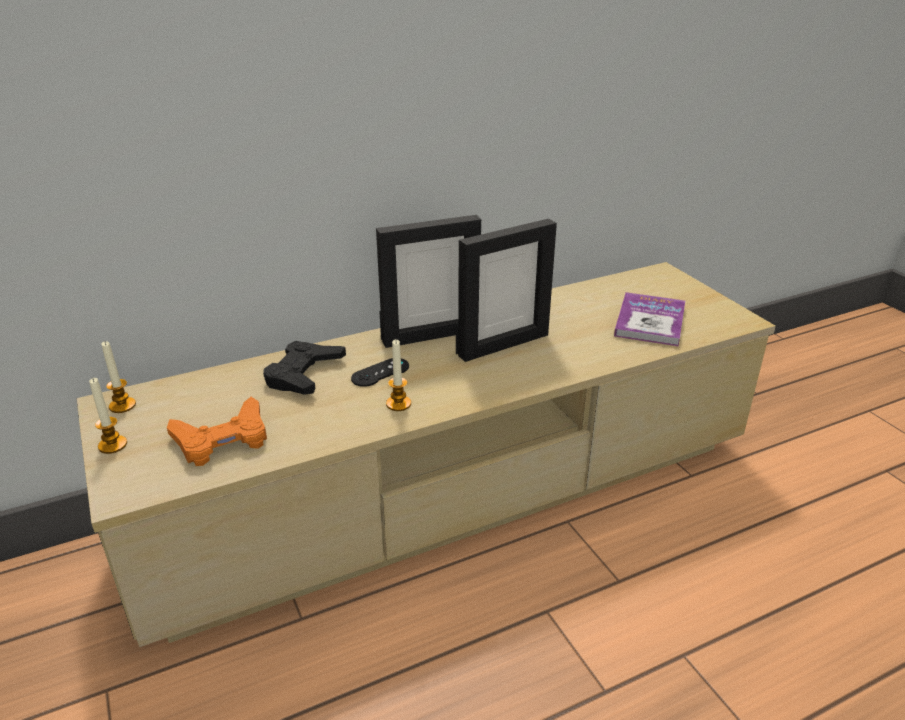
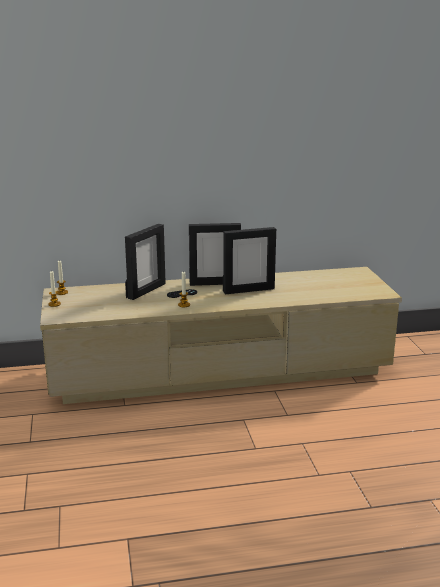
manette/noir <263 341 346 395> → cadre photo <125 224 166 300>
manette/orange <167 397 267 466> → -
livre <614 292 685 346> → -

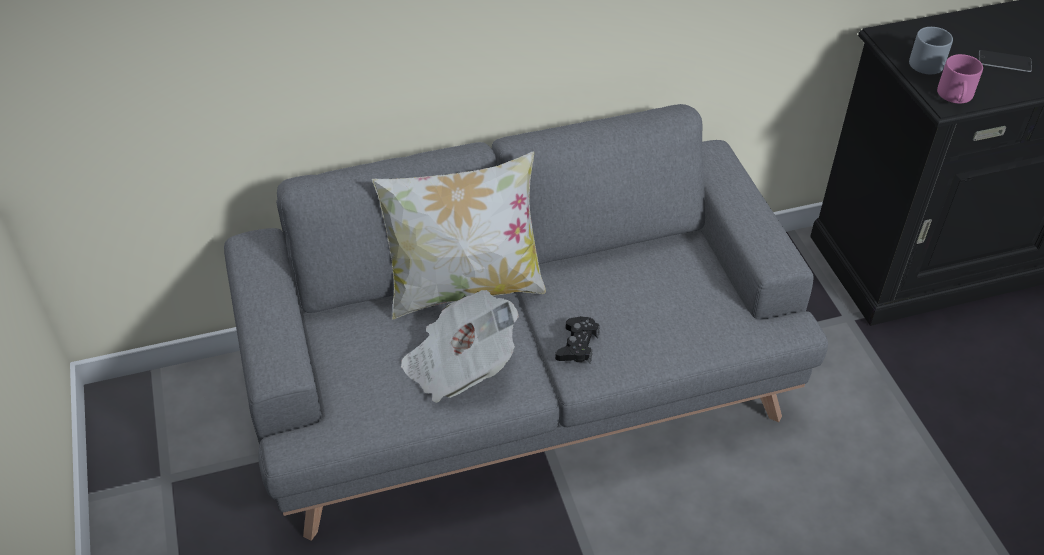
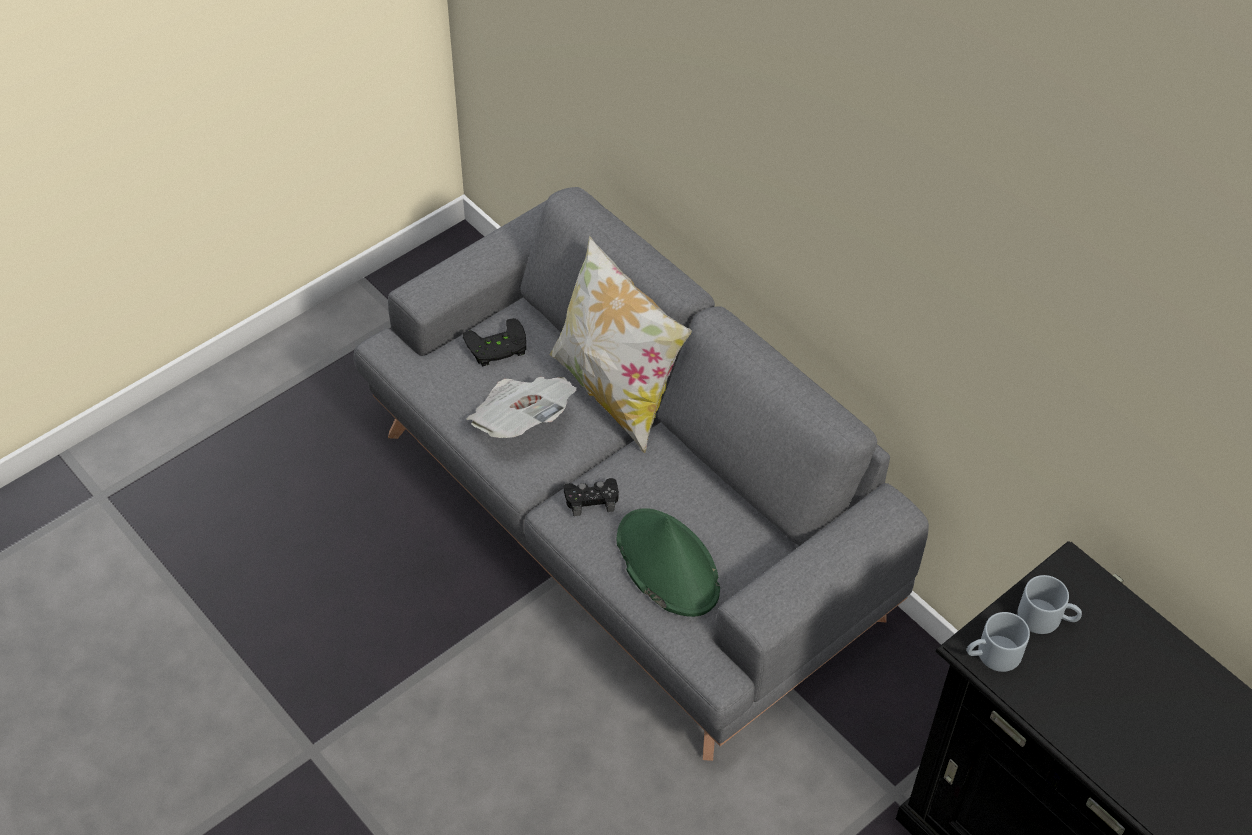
- → manette/noir <463 318 526 367>
- → chapeau/vert <617 508 720 617>
mug/rose <937 54 983 103> → mug/gris <966 612 1030 672>
téléphone <979 50 1032 72> → -

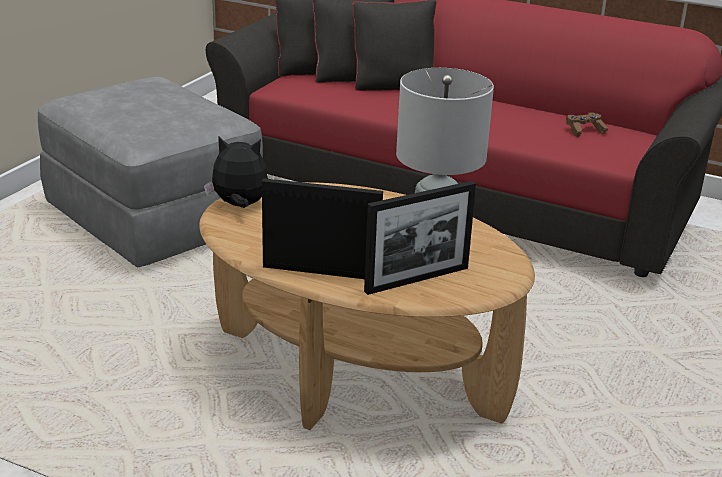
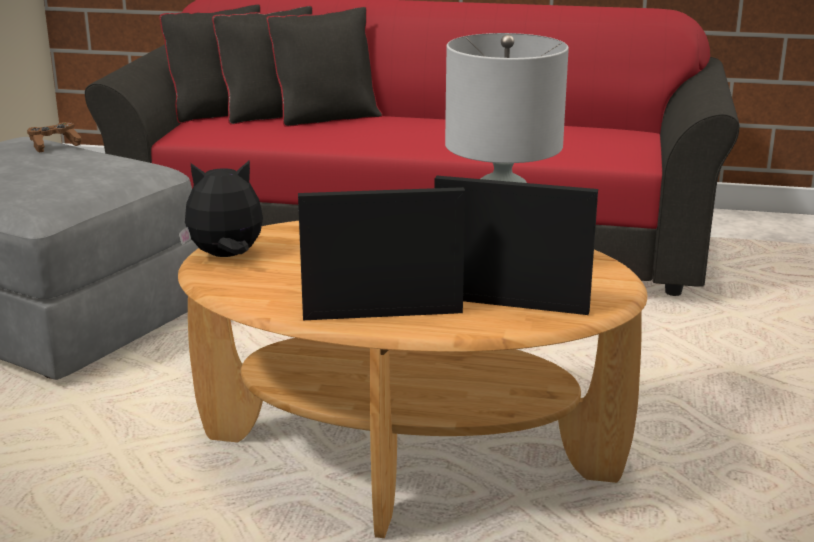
manette/marron <566 112 608 137> → manette/marron <27 122 83 152>, relocated
cadre photo <364 181 476 295> → cadre photo <434 176 598 315>, 120 degrees counterclockwise

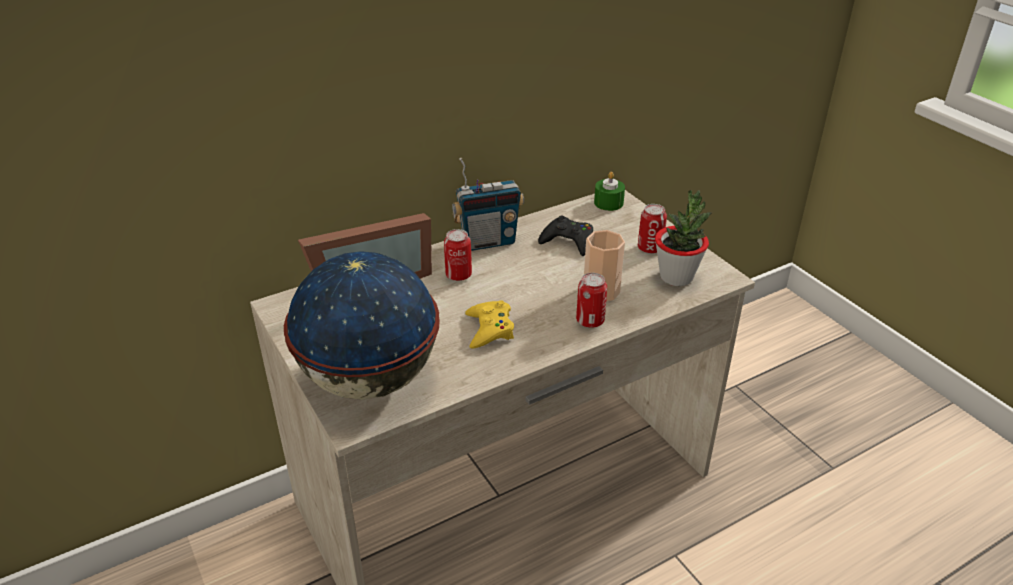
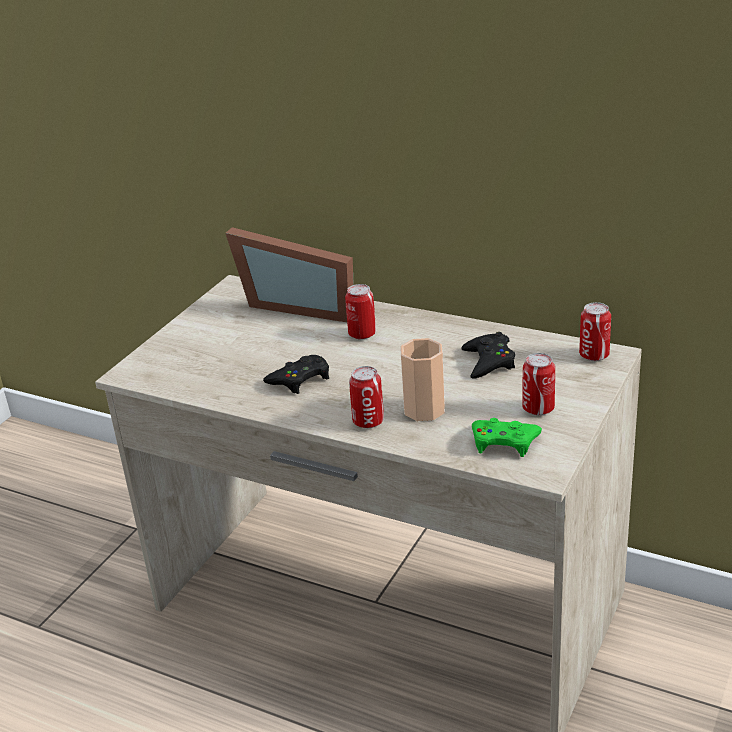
manette/jaune <465 300 514 348> → manette/noir <263 355 329 394>
plante en pot <655 190 711 286> → manette/vert <472 418 542 457>
bougie/vert <594 172 625 211> → boîte métallique <579 302 611 361>
globe <284 251 440 400> → -
radio <452 158 524 251> → -

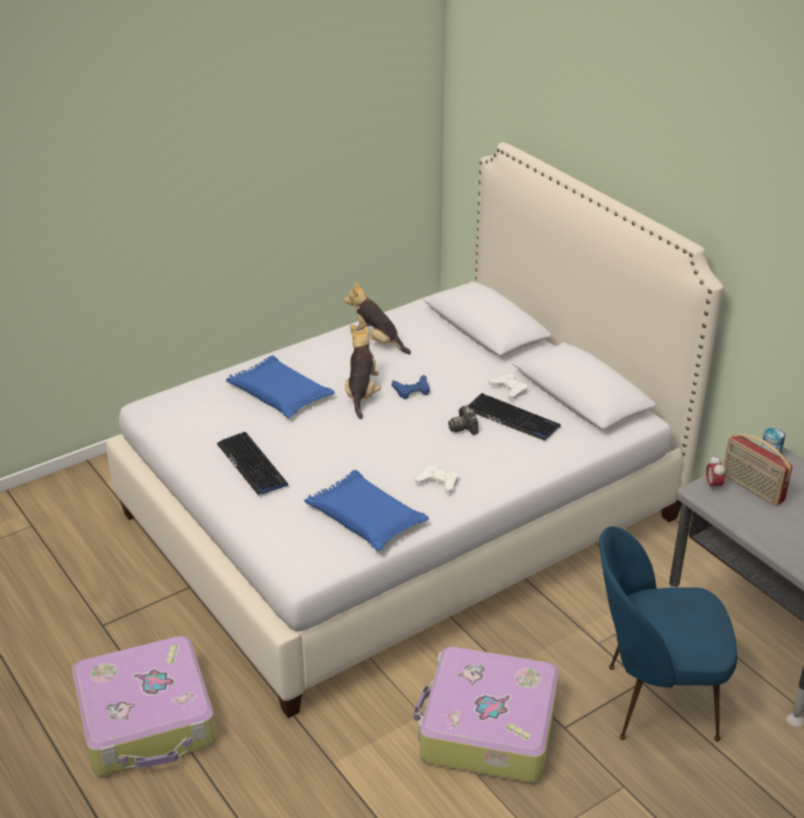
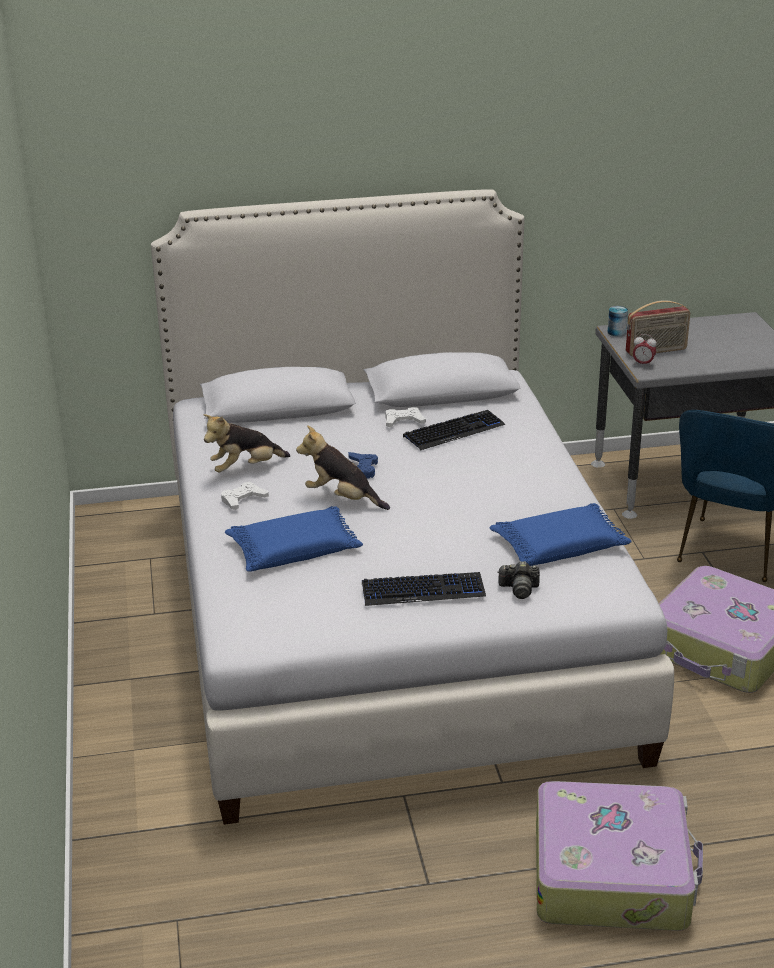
manette/blanc <415 465 458 493> → manette/blanc <221 482 269 510>, relocated
appareil photo <448 405 479 435> → appareil photo <497 561 540 599>, relocated

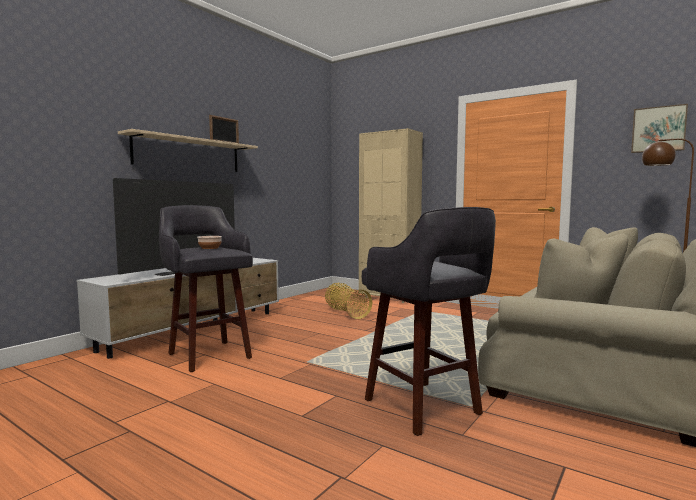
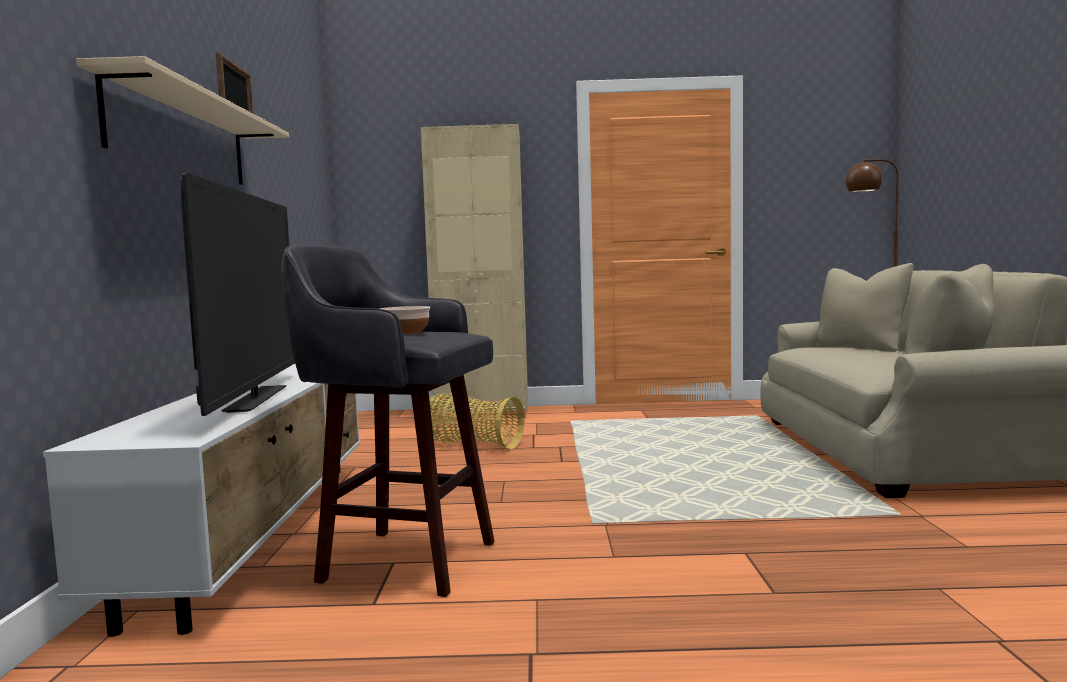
tabouret/gris <362 207 496 436> → -
tableau <631 104 688 153> → -

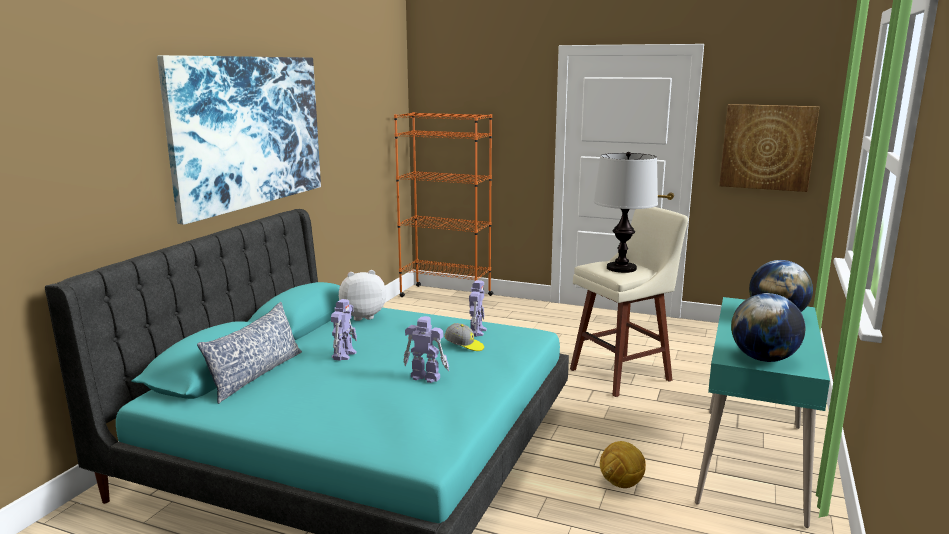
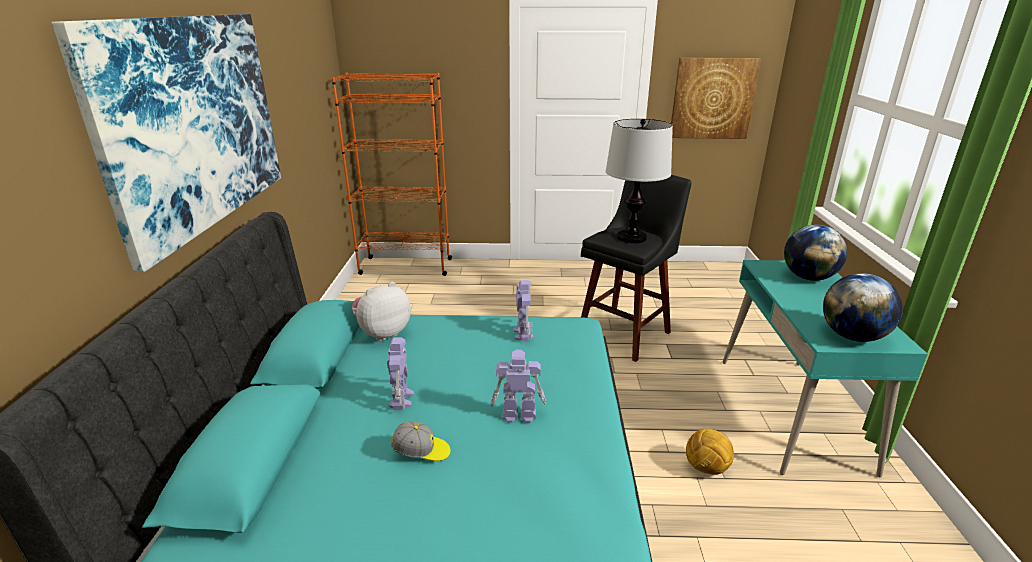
casquette <444 323 484 351> → casquette <391 421 450 461>, relocated
tabouret/beige <570 207 688 397> → tabouret/noir <581 175 691 362>
coussin <197 302 302 404> → -

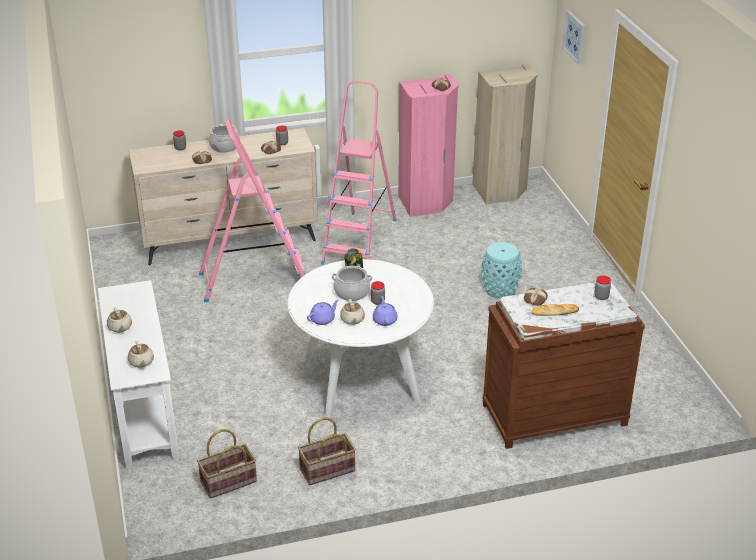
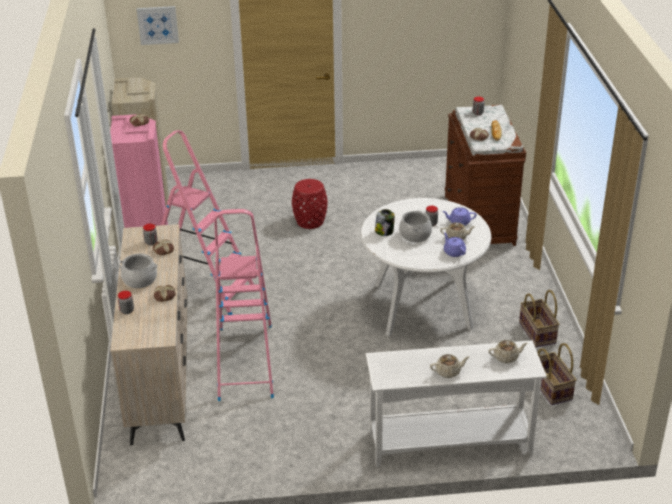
tabouret/turquoise <481 242 522 299> → tabouret/rouge <292 179 327 229>

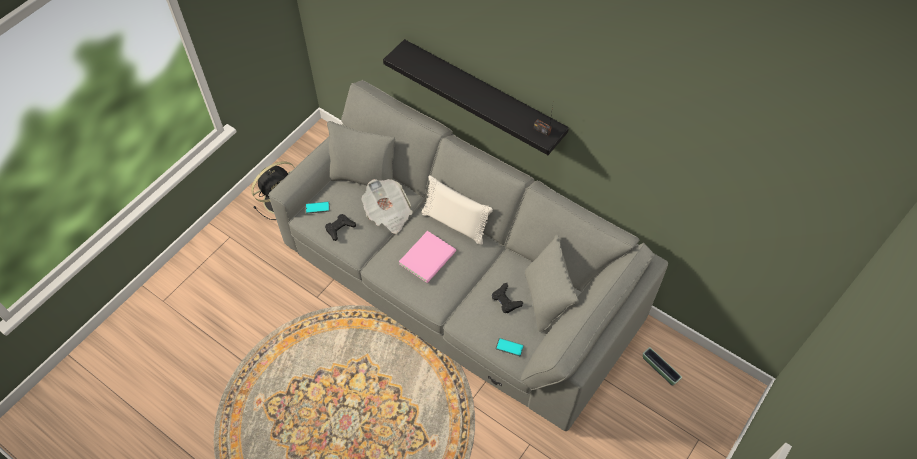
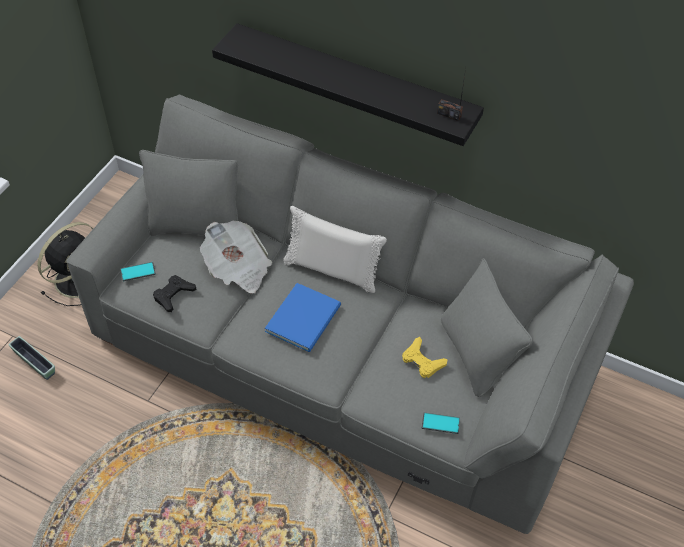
cache-pot <643 347 682 386> → cache-pot <8 336 55 380>, relocated
livre/rose <399 231 456 283> → livre/bleu <265 283 341 352>
manette/noir <492 283 523 313> → manette/jaune <402 337 448 378>

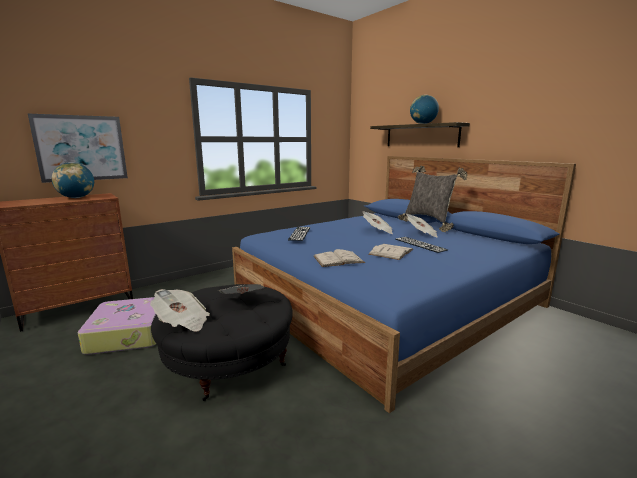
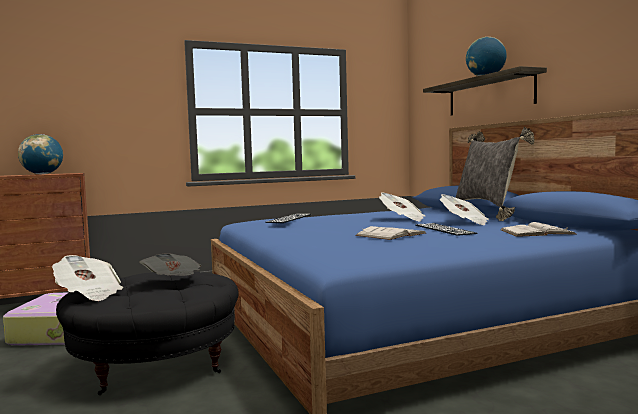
livre/blanc <314 249 365 267> → livre/blanc <501 222 576 237>, relocated
tableau <28 114 128 183> → -

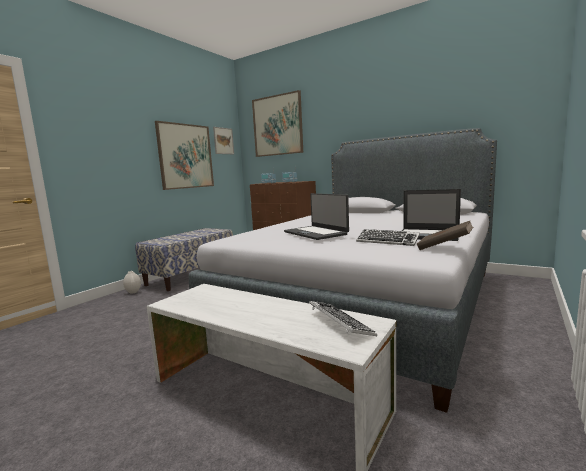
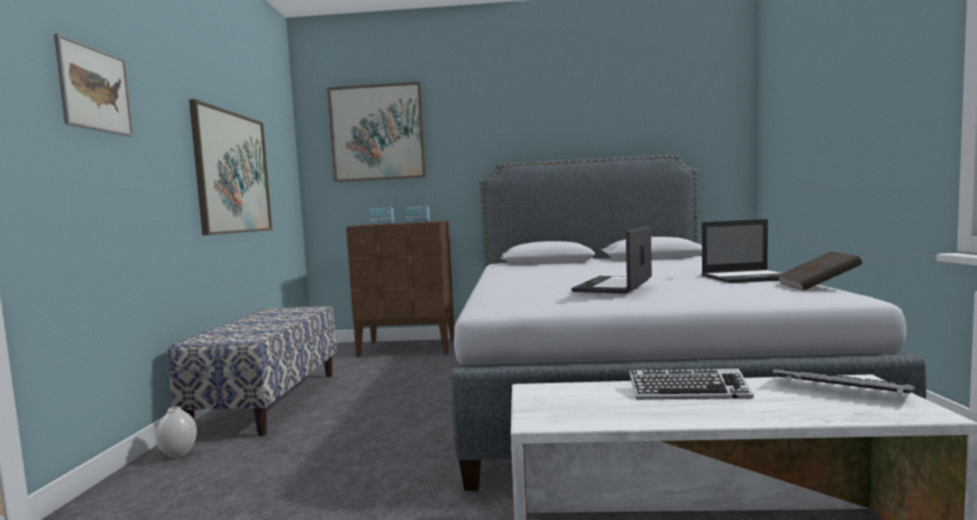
tableau <213 127 234 154> → tableau <54 34 134 137>, relocated
ordinateur portable <284 193 349 240> → ordinateur portable <571 226 652 294>, 90 degrees clockwise
clavier <356 229 420 246> → clavier <629 368 754 400>, relocated

